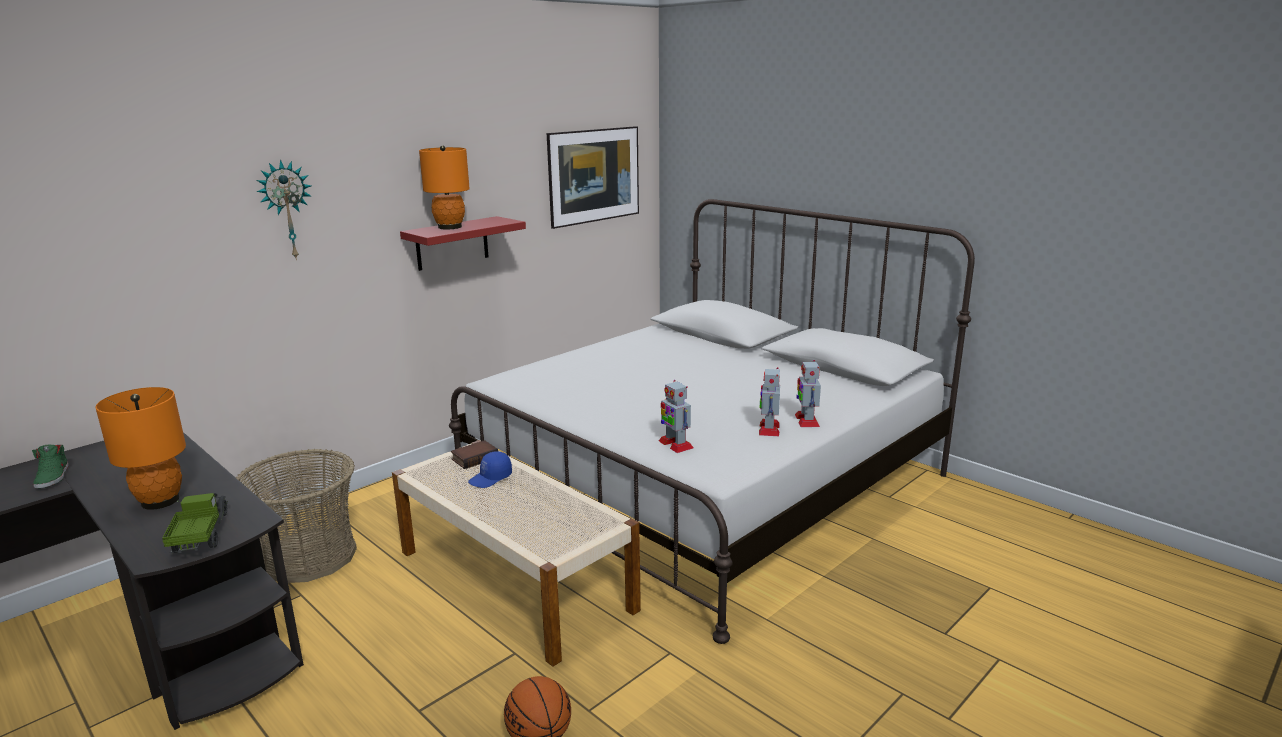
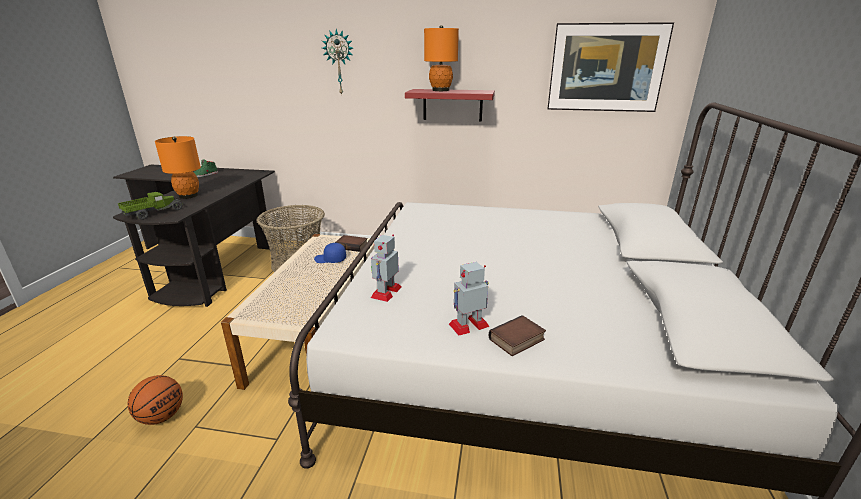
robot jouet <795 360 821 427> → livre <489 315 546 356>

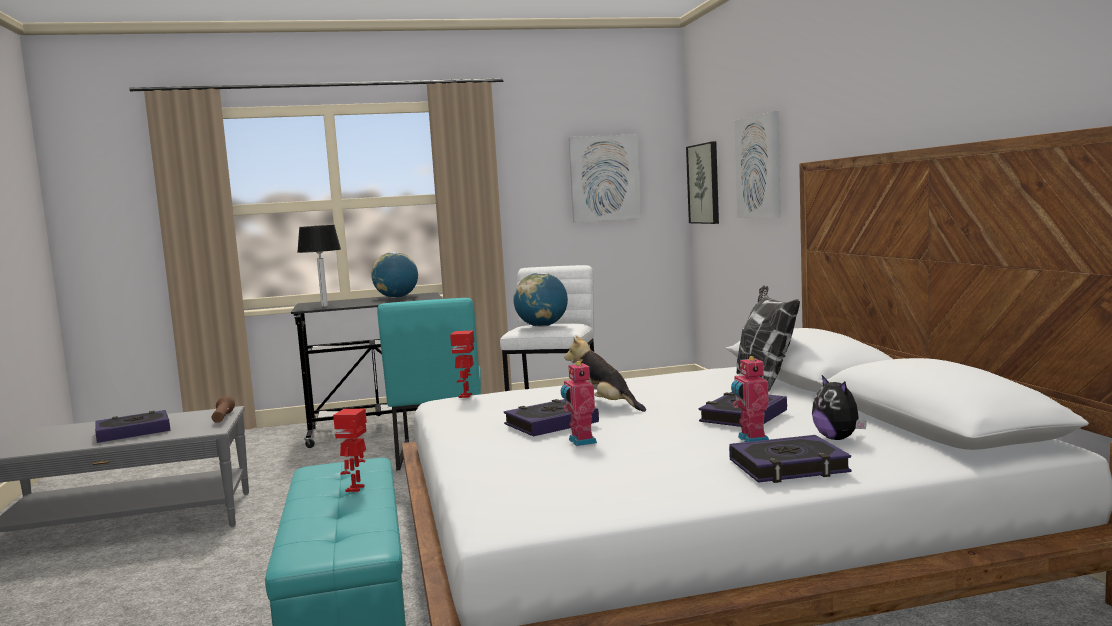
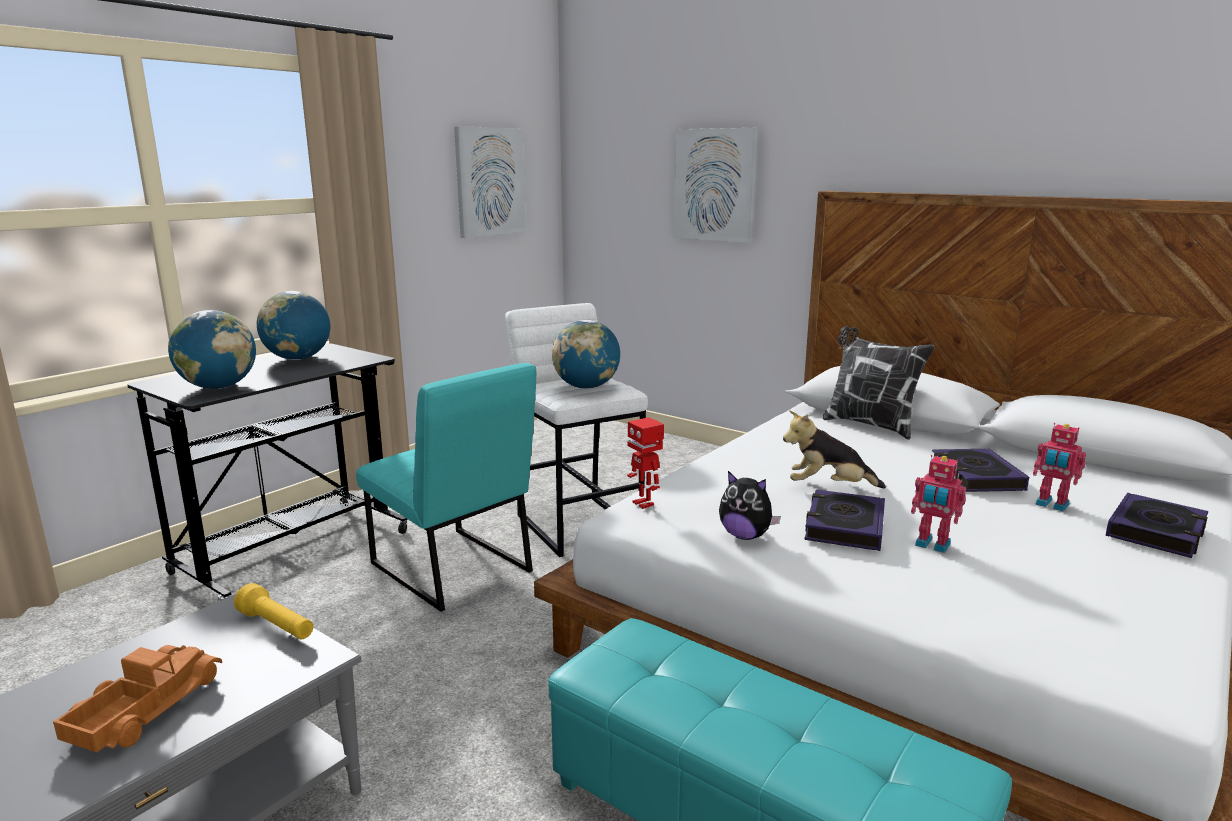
livre <95 410 170 443> → camion jouet <53 645 222 752>
lampe de table <297 225 341 307> → globe <168 310 256 389>
lampe de poche/marron <212 396 235 423> → lampe de poche/jaune <234 583 313 639>
peluche <812 375 867 440> → peluche <719 471 781 540>, relocated
robot jouet <333 409 367 492> → -
tableau <686 141 719 224> → -

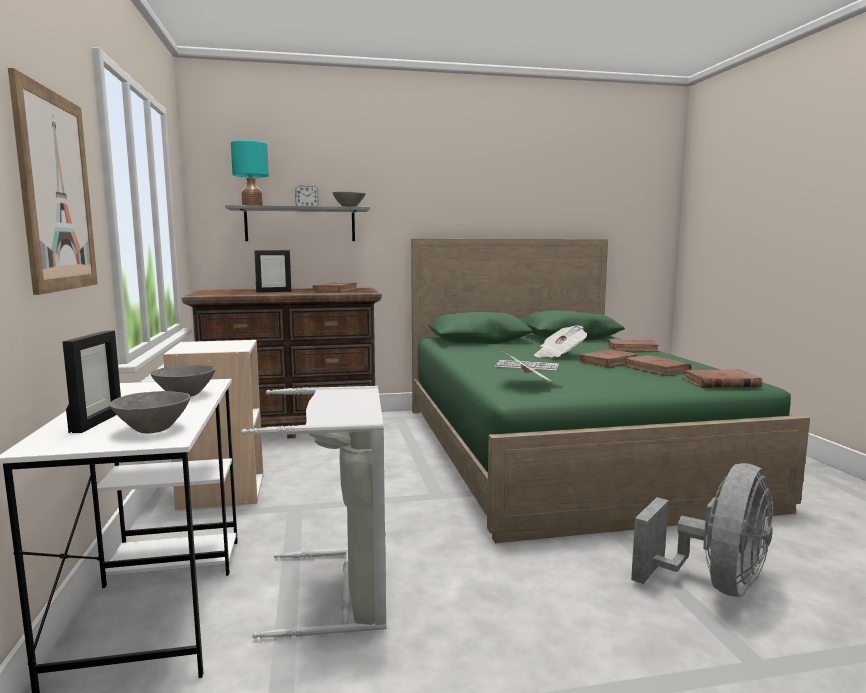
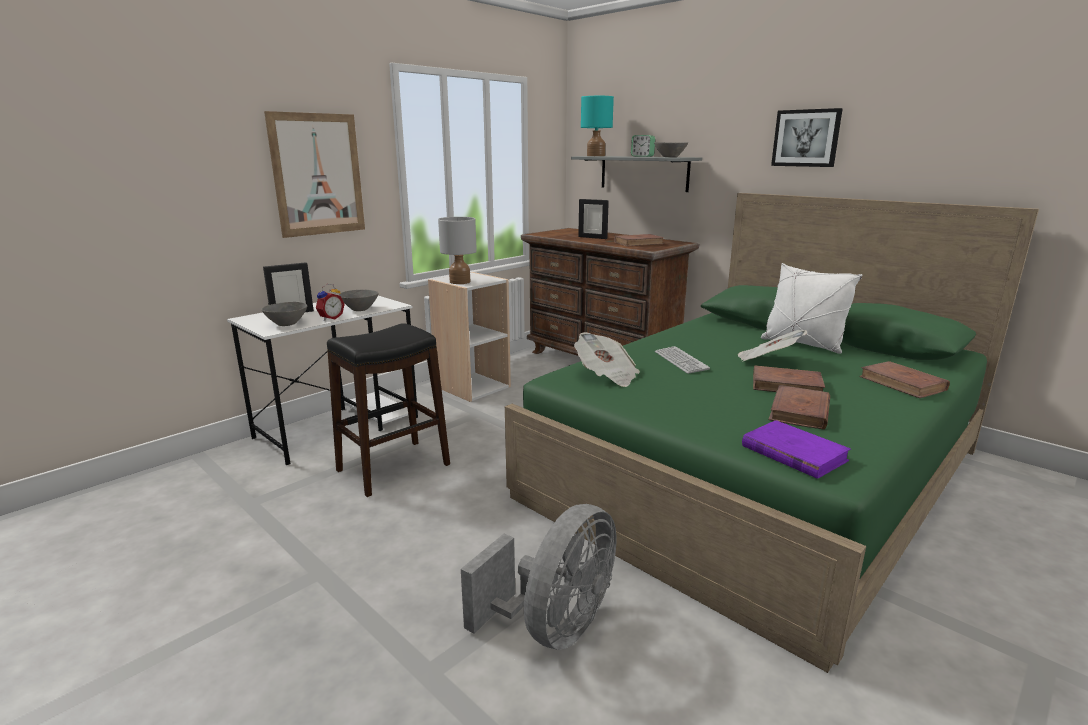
- → réveil <316 284 345 321>
panier à linge/gris <241 386 386 639> → tabouret/noir <327 323 450 497>
- → lampe de table/gris <438 217 477 284>
ventilateur/gris <631 463 773 597> → ventilateur/gris <461 504 616 650>, 60 degrees counterclockwise
livre/marron <683 370 762 388> → livre/violet <742 420 851 479>
- → coussin/blanc <761 263 862 354>
- → tableau <771 108 843 167>

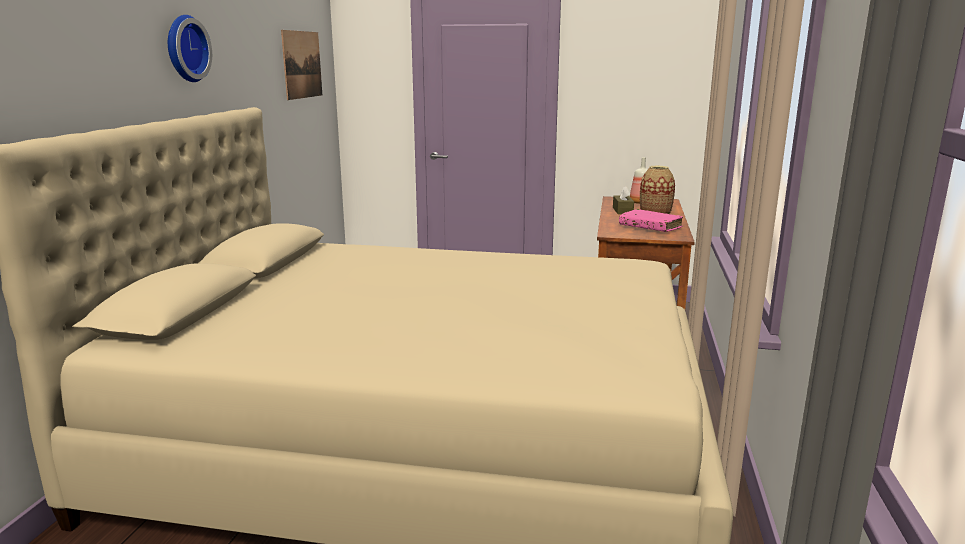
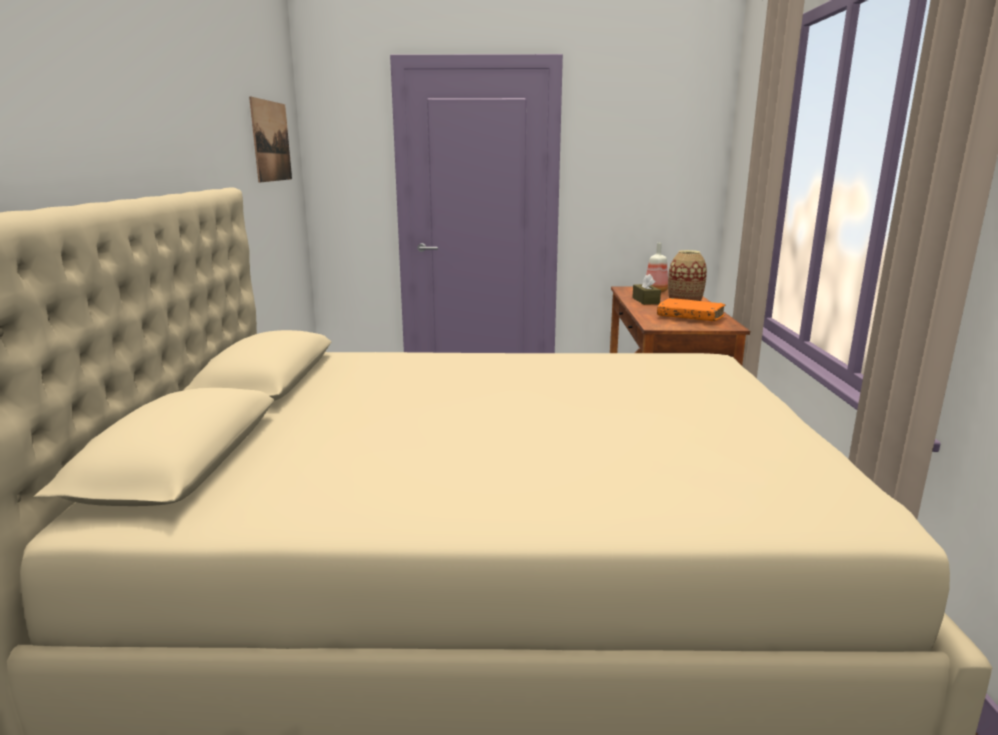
livre/rose <619 209 683 232> → livre/orange <657 298 725 322>
horloge murale <168 15 212 82> → -

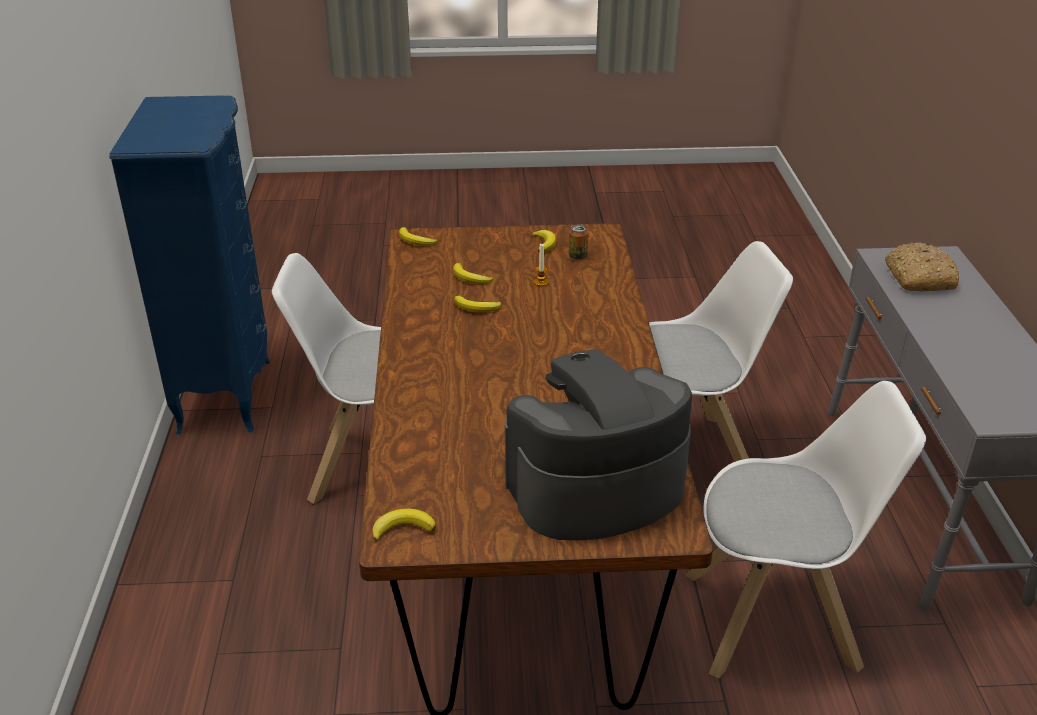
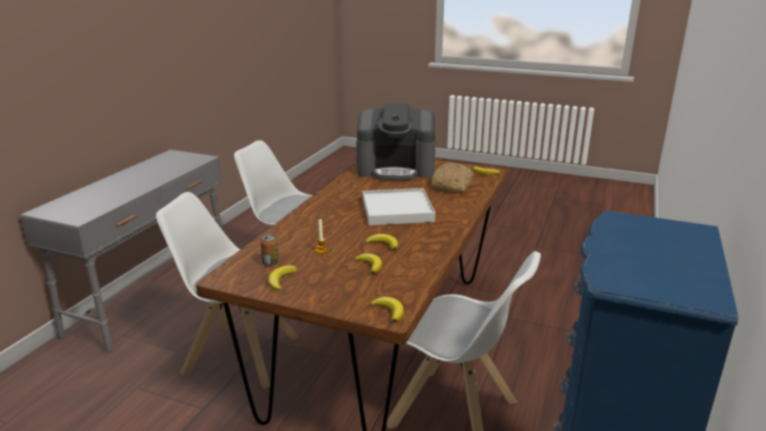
- → plateau/blanc <363 188 435 225>
pain <885 242 959 291> → pain <432 163 474 193>, relocated

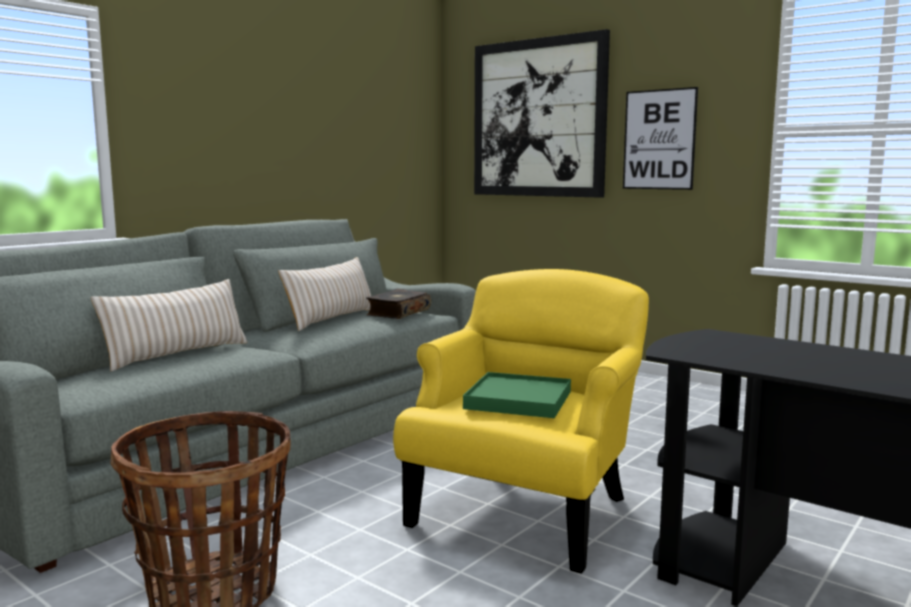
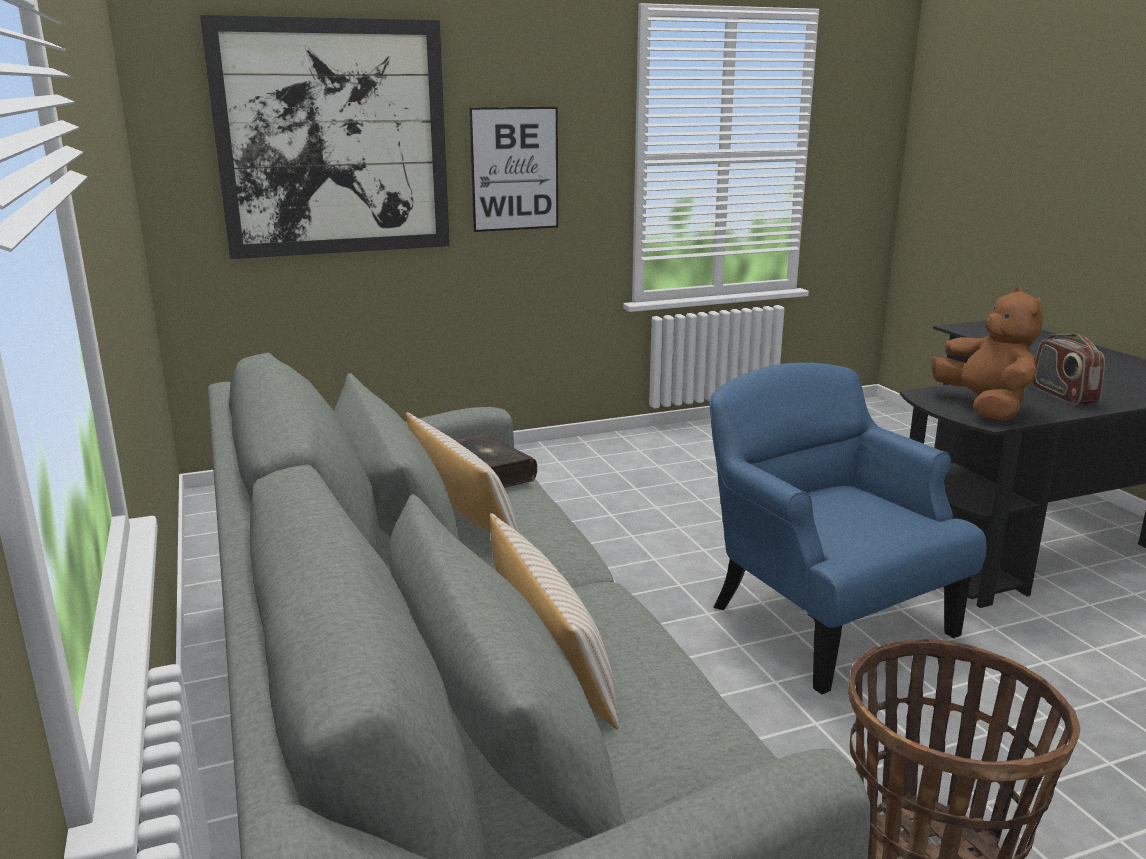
fauteuil/jaune <393 269 649 574> → fauteuil/bleu <709 363 987 694>
- → peluche/marron <931 287 1043 421>
- → radio <1031 333 1105 405>
plateau/vert <463 372 571 418> → -

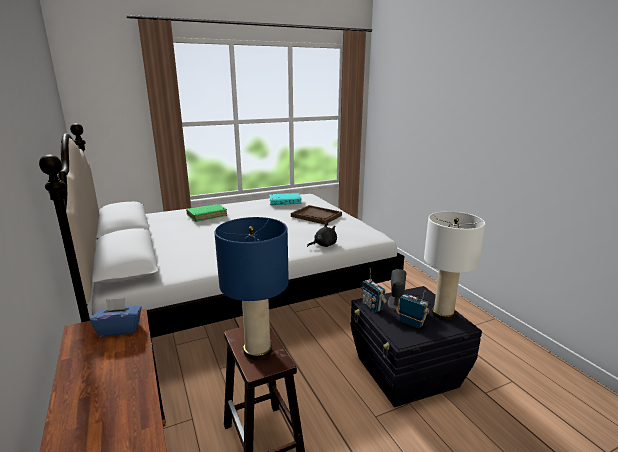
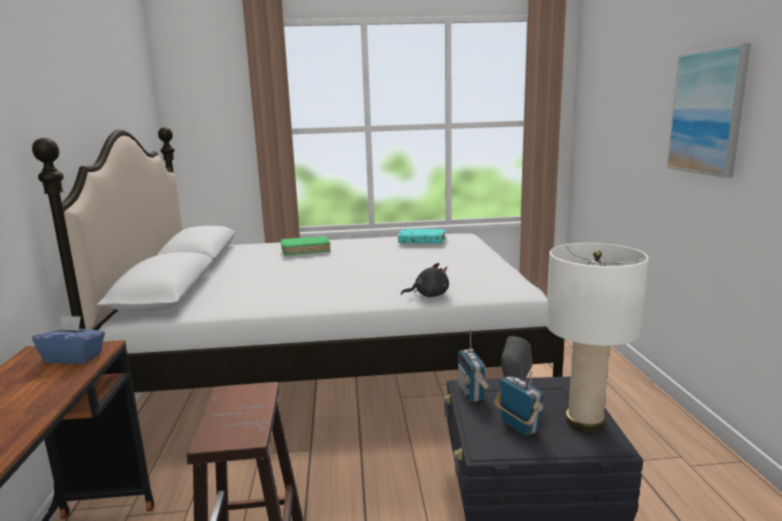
- → tableau <667 43 751 178>
lampe de table/bleu <215 217 289 360> → -
plateau/marron <291 205 342 225> → -

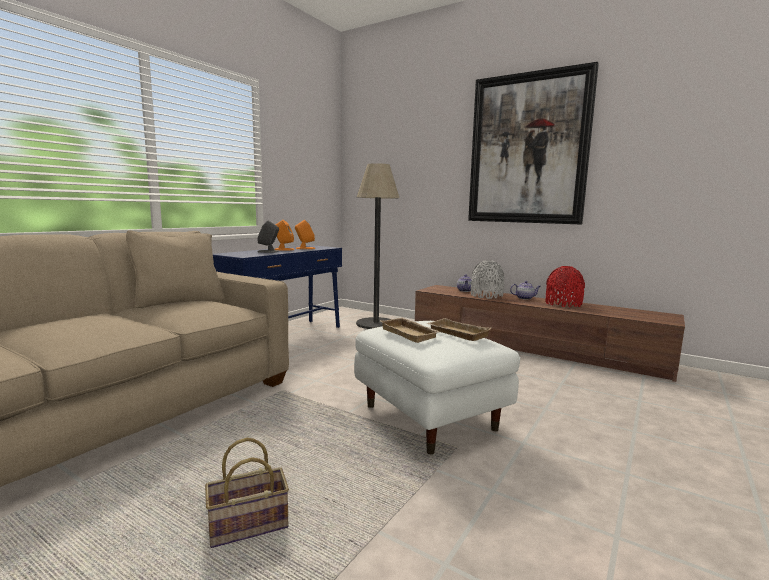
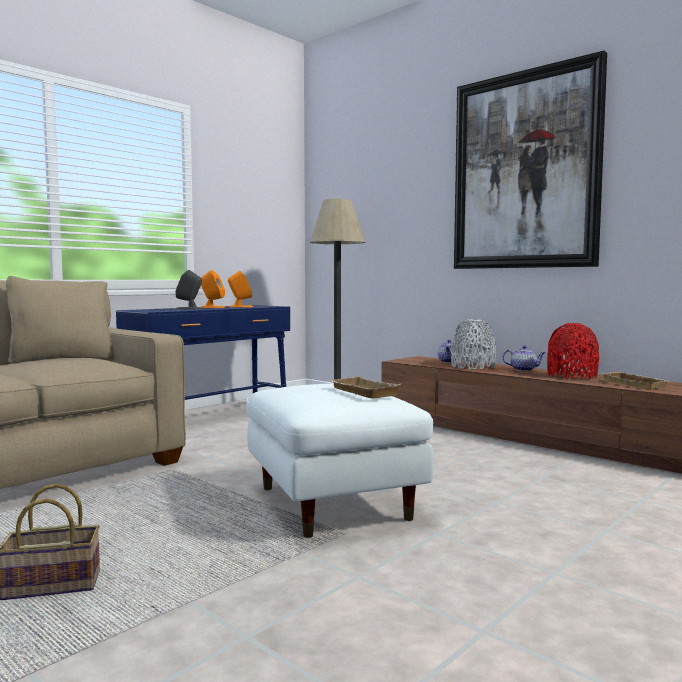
plateau/beige <380 318 440 343> → plateau/beige <601 372 668 390>, relocated

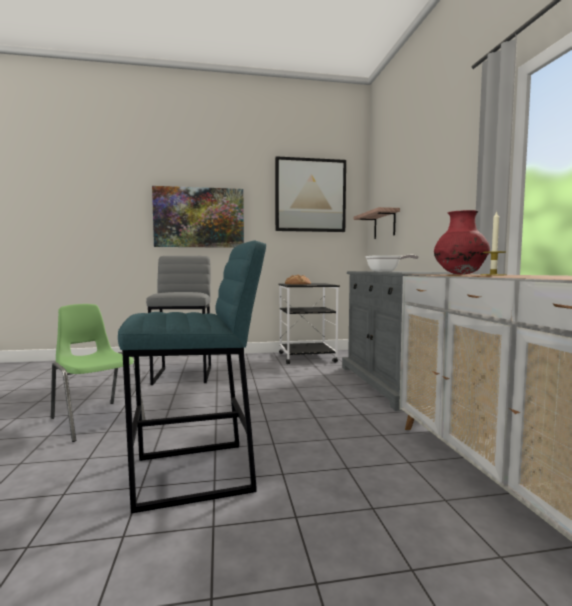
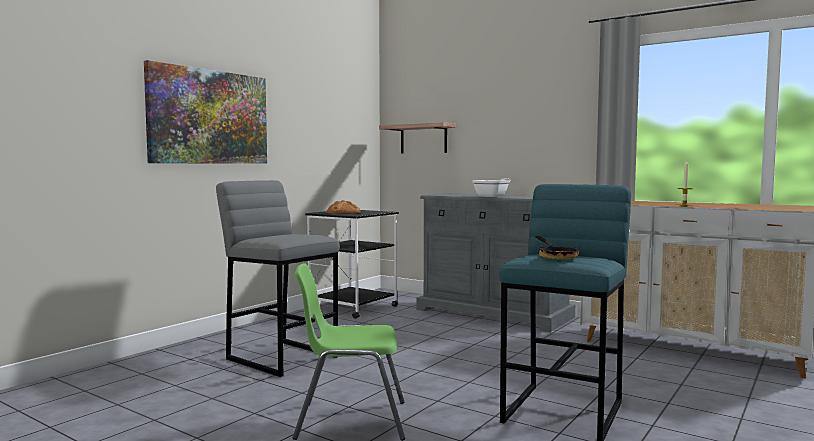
- → poêle <535 236 581 260>
tableau <275 156 346 232> → -
vase/rouge <434 210 490 275> → -

